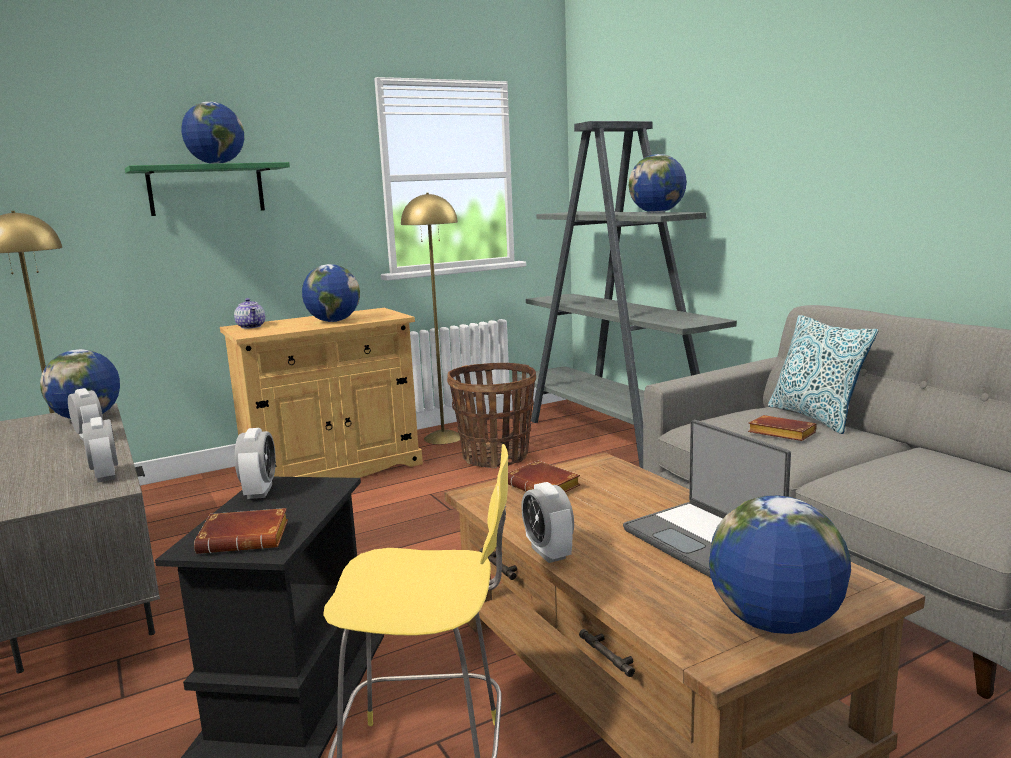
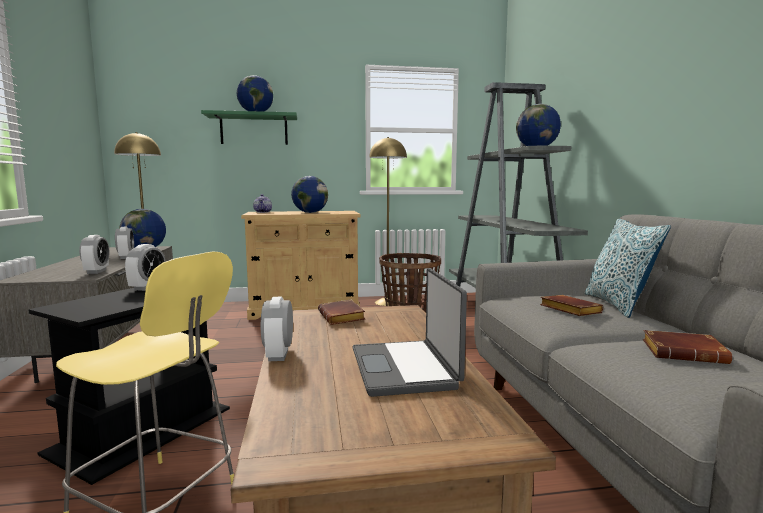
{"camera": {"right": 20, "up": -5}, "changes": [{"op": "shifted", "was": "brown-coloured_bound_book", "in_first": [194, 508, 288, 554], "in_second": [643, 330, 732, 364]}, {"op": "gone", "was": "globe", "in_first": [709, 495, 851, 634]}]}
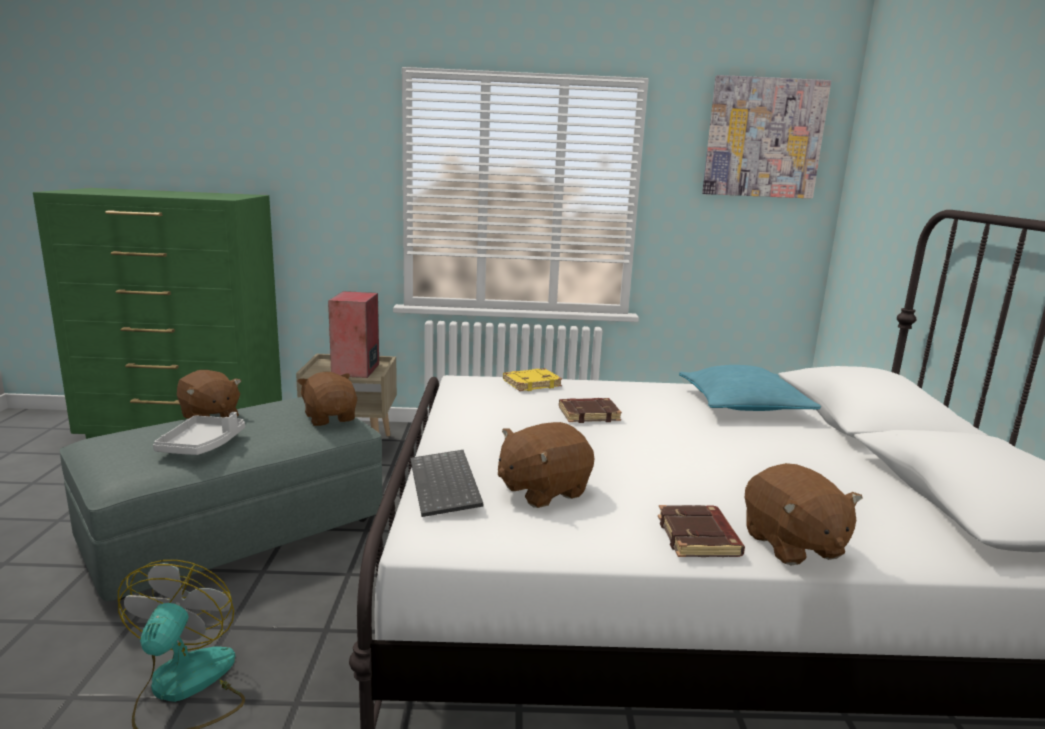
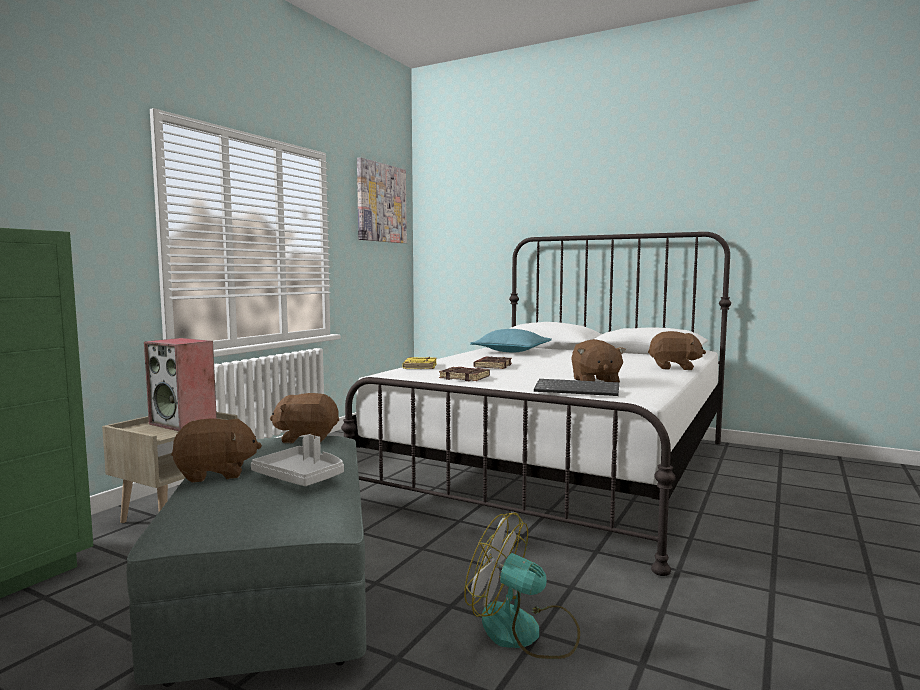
{"camera": {"right": -60, "up": -10}, "changes": [{"op": "shifted", "was": "brown-coloured_bound_book", "in_first": [658, 505, 745, 557], "in_second": [439, 367, 490, 381]}]}
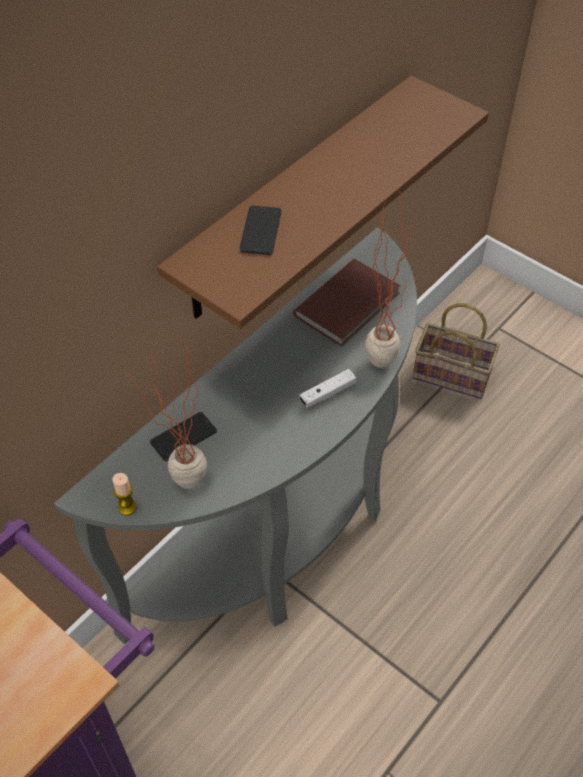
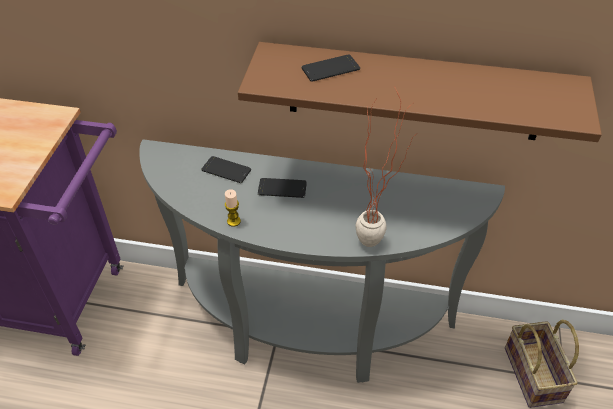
{"camera": {"right": 60, "up": -5}, "changes": [{"op": "shifted", "was": "wax_candle", "in_first": [112, 473, 137, 516], "in_second": [225, 189, 241, 227]}, {"op": "new", "now": "handset", "in_second": [258, 178, 307, 198]}, {"op": "gone", "was": "potted_plant", "in_first": [128, 337, 207, 489]}, {"op": "gone", "was": "brown-coloured_bound_book", "in_first": [293, 259, 401, 347]}, {"op": "gone", "was": "white-coloured_gamepad", "in_first": [299, 369, 356, 408]}]}
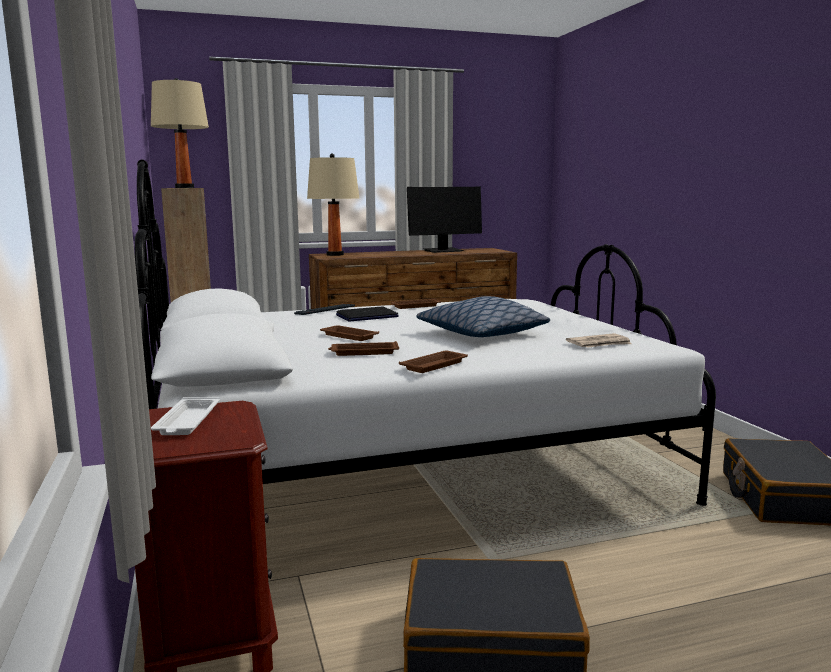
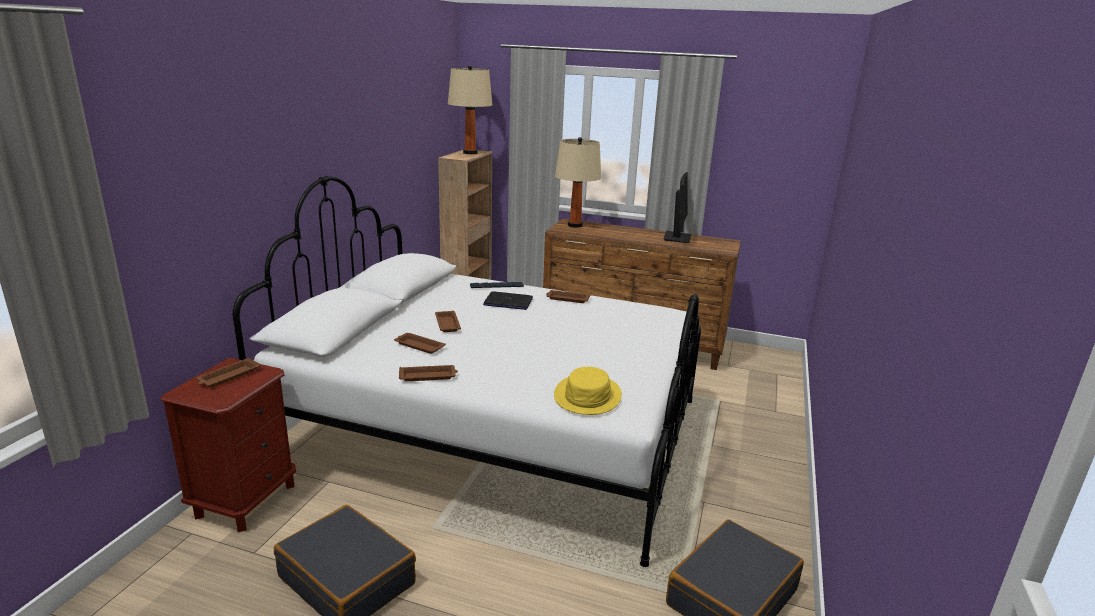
{"camera": {"right": 35, "up": 10}, "changes": [{"op": "repainted", "was": "white-coloured_carrying_tray", "now": "brown-coloured_carrying_tray", "in_first": [151, 397, 220, 435], "in_second": [196, 358, 261, 387]}, {"op": "swapped", "was": "newspaper", "now": "yellow-coloured_hat", "in_first": [566, 333, 632, 348], "in_second": [554, 367, 622, 415]}, {"op": "rotated", "was": "computer_screen", "in_first": [407, 187, 482, 253], "in_second": [663, 172, 691, 243], "clockwise": -90}, {"op": "gone", "was": "throw_pillow", "in_first": [416, 296, 550, 337]}]}
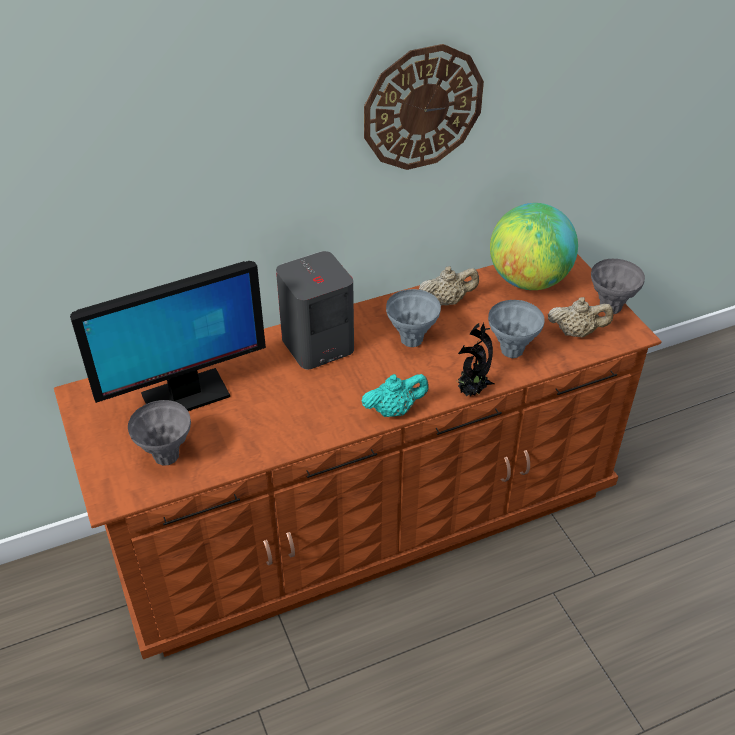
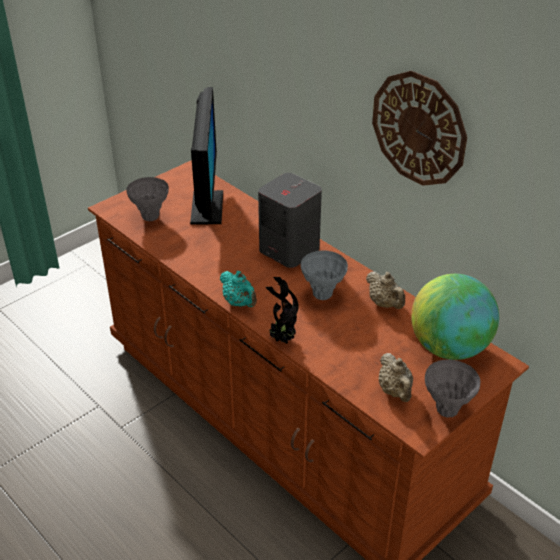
{"camera": {"right": 70, "up": -5}, "changes": [{"op": "rotated", "was": "computer_screen", "in_first": [70, 261, 266, 411], "in_second": [190, 87, 223, 225], "clockwise": -135}, {"op": "gone", "was": "gray_decorative_vase", "in_first": [488, 300, 545, 358]}]}
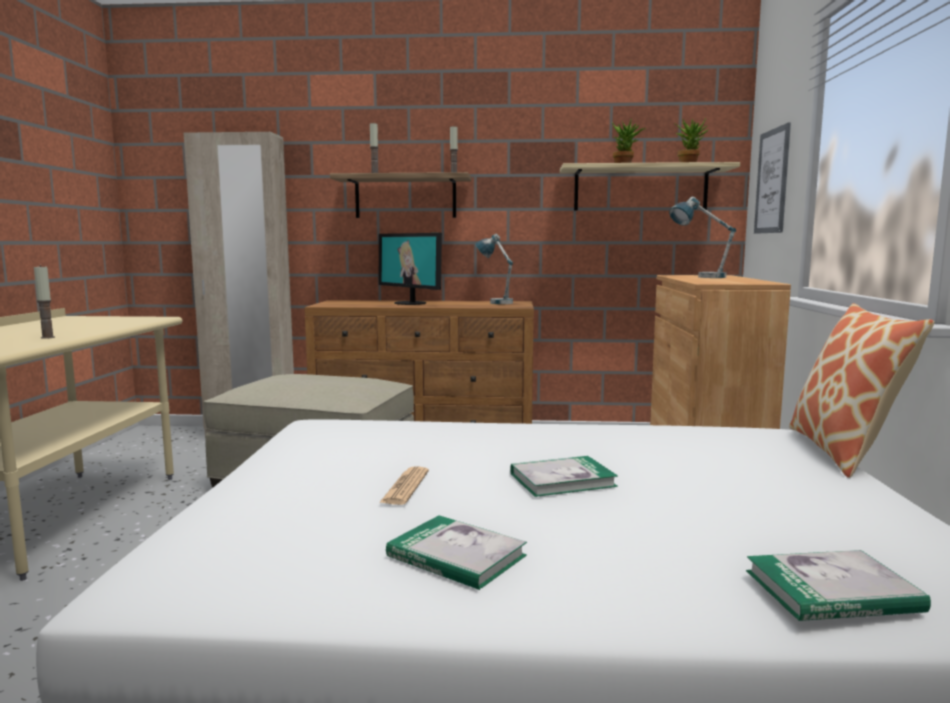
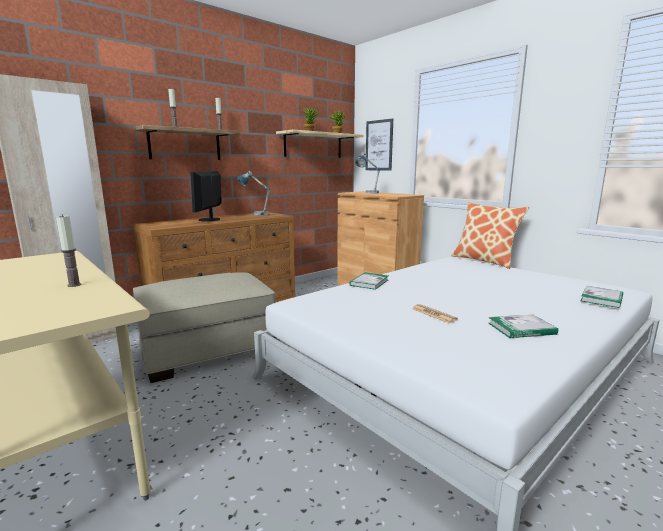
{"camera": {"right": -45, "up": 5}, "changes": [{"op": "rotated", "was": "computer_screen", "in_first": [379, 233, 442, 305], "in_second": [190, 171, 222, 221], "clockwise": 90}, {"op": "shifted", "was": "bound_book", "in_first": [510, 456, 618, 497], "in_second": [349, 272, 388, 290]}]}
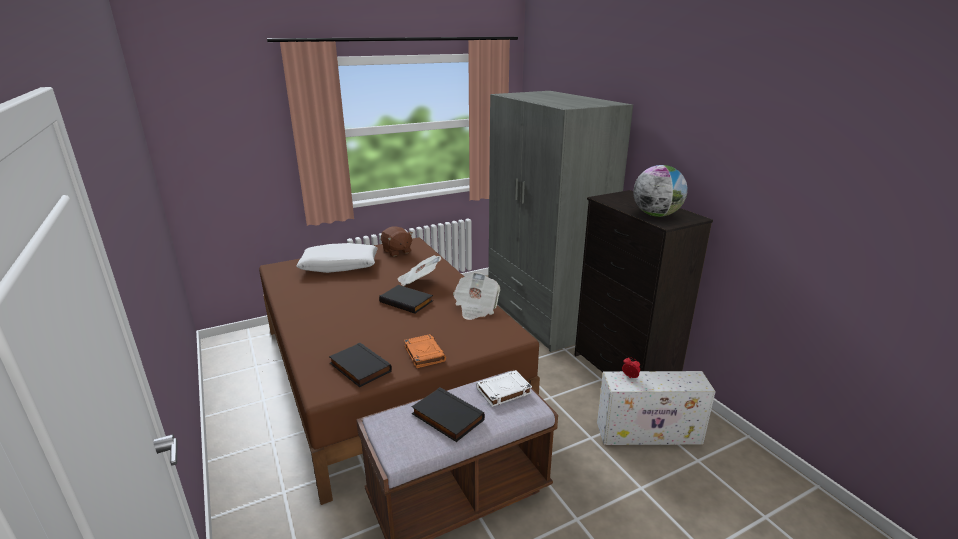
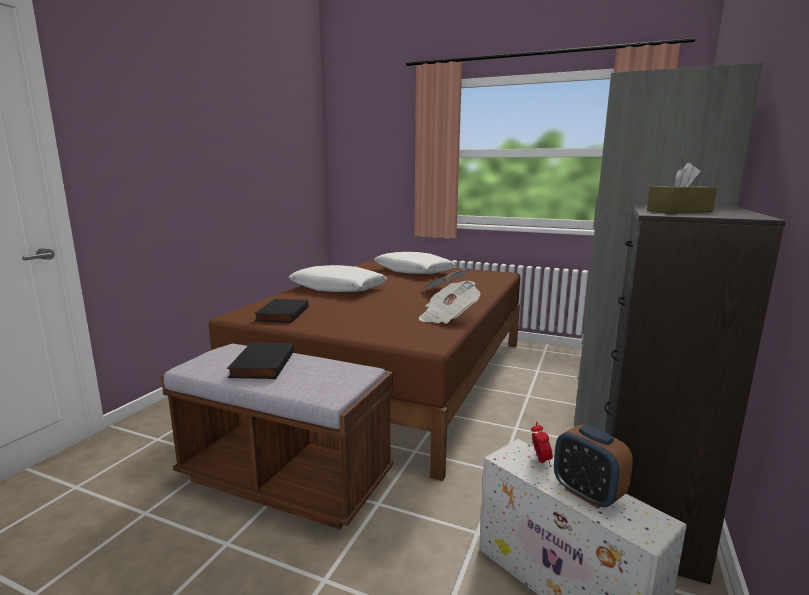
{"camera": {"right": 50, "up": -10}, "changes": [{"op": "new", "now": "white-coloured_throw_pillow", "in_second": [289, 265, 387, 292]}, {"op": "new", "now": "bedside_clock", "in_second": [554, 424, 633, 509]}, {"op": "swapped", "was": "globe", "now": "brown-coloured_tissue_holder", "in_first": [633, 165, 688, 217], "in_second": [647, 162, 717, 213]}, {"op": "gone", "was": "black-coloured_bound_book", "in_first": [379, 285, 433, 313]}, {"op": "gone", "was": "brown-coloured_cuddly_toy", "in_first": [381, 226, 413, 257]}, {"op": "gone", "was": "orange_bound_book", "in_first": [404, 334, 446, 368]}, {"op": "gone", "was": "white-coloured_bound_book", "in_first": [476, 370, 532, 407]}]}
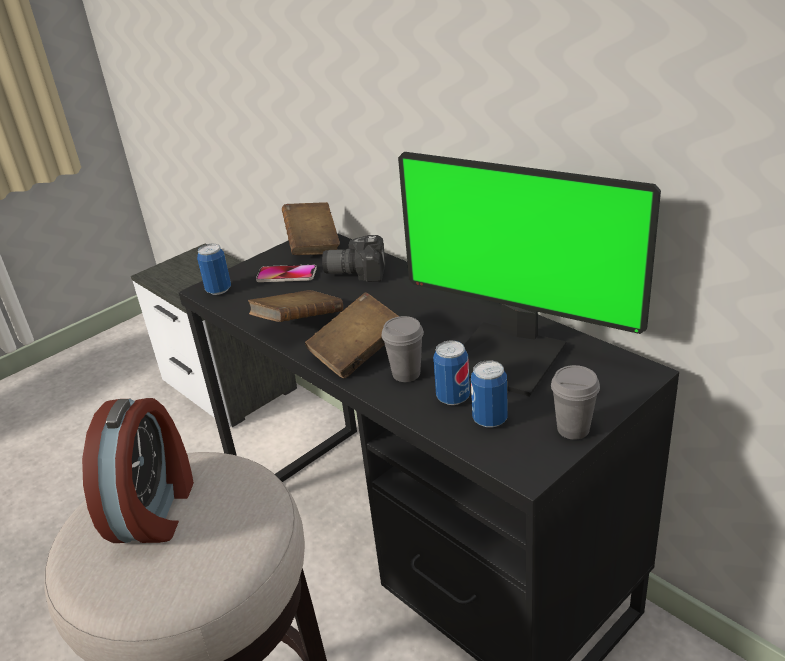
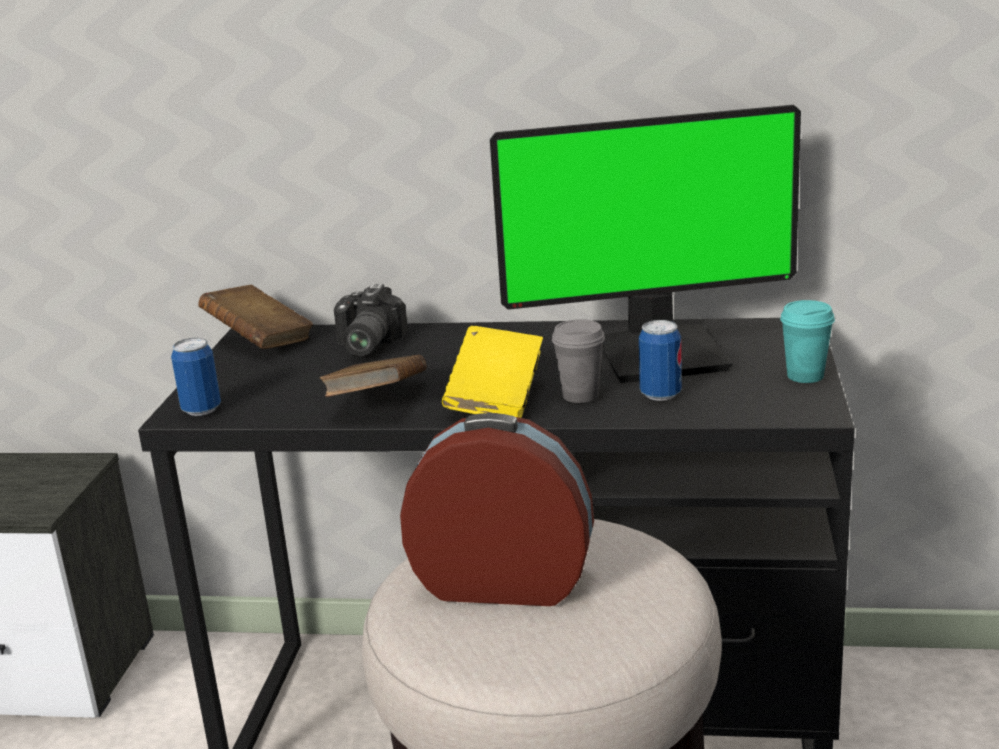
{"camera": {"right": -40, "up": -10}, "changes": [{"op": "rotated", "was": "still_camera", "in_first": [322, 235, 386, 282], "in_second": [334, 284, 408, 356], "clockwise": -45}, {"op": "rotated", "was": "bedside_clock", "in_first": [82, 398, 194, 543], "in_second": [400, 413, 594, 606], "clockwise": -45}, {"op": "repainted", "was": "brown-coloured_bound_book", "now": "yellow-coloured_bound_book", "in_first": [305, 292, 399, 379], "in_second": [442, 326, 543, 418]}, {"op": "repainted", "was": "gray_cup", "now": "turquoise_cup", "in_first": [551, 365, 600, 440], "in_second": [780, 300, 835, 383]}, {"op": "gone", "was": "handset", "in_first": [256, 264, 317, 282]}, {"op": "gone", "was": "metal_can", "in_first": [471, 360, 508, 428]}]}
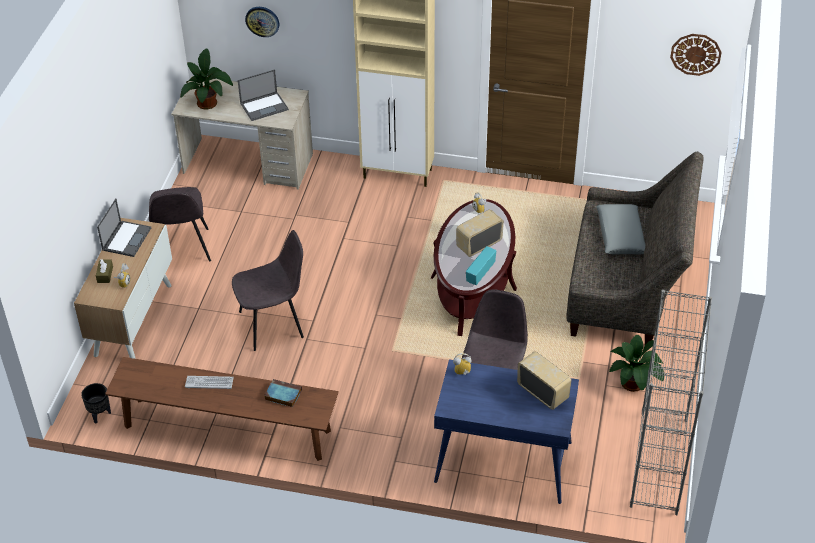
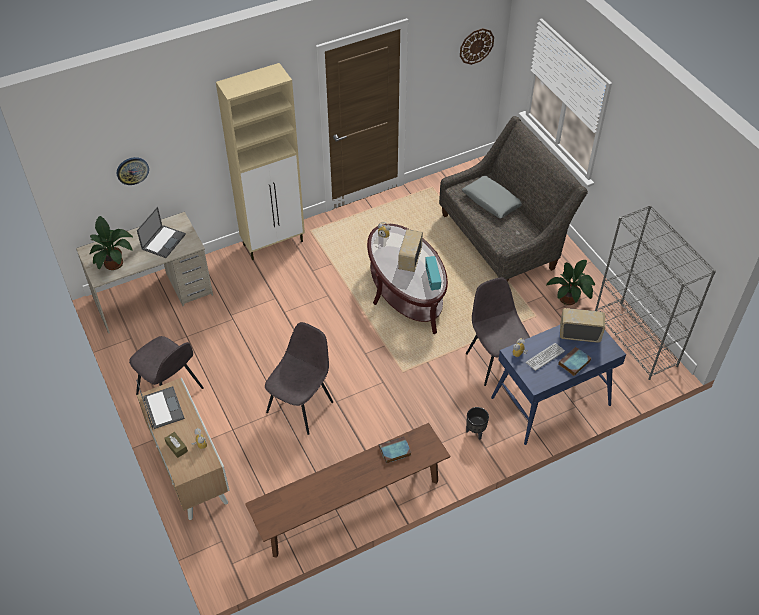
{"camera": {"right": -40, "up": 5}, "changes": [{"op": "shifted", "was": "black-coloured_plant_pot", "in_first": [81, 383, 111, 424], "in_second": [466, 407, 489, 440]}, {"op": "shifted", "was": "computer_keyboard", "in_first": [185, 376, 234, 389], "in_second": [526, 343, 565, 371]}, {"op": "new", "now": "bound_book", "in_second": [558, 347, 591, 376]}]}
